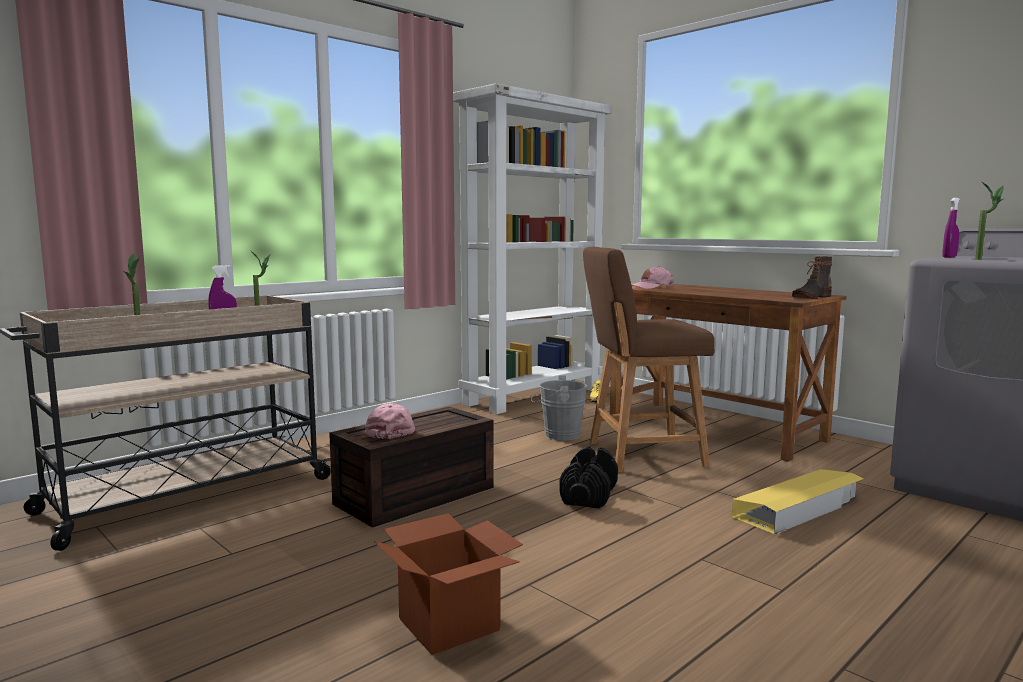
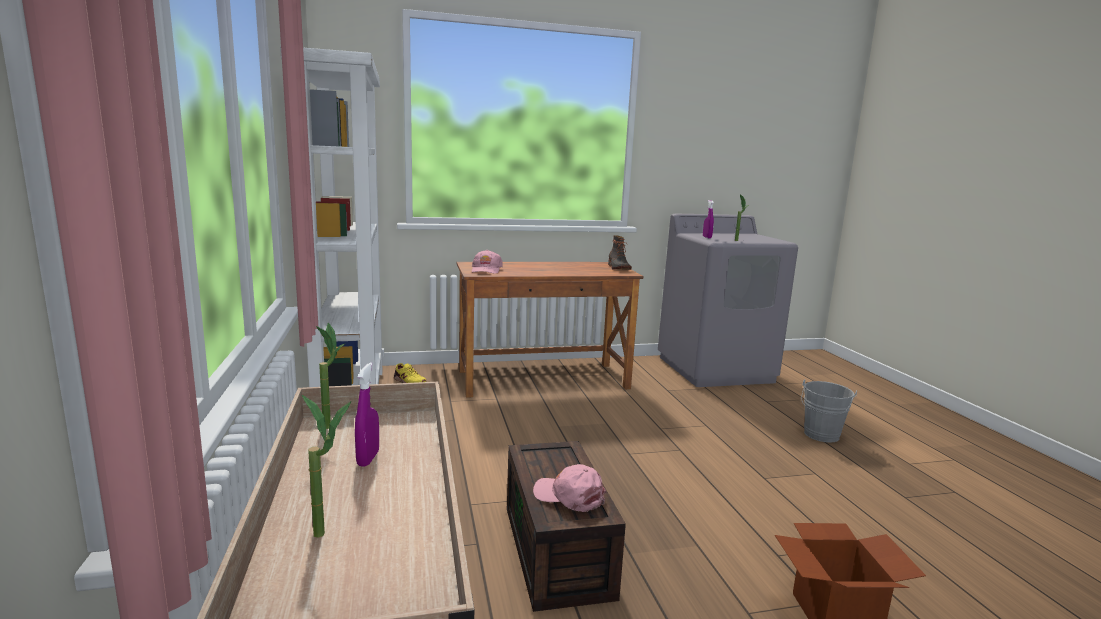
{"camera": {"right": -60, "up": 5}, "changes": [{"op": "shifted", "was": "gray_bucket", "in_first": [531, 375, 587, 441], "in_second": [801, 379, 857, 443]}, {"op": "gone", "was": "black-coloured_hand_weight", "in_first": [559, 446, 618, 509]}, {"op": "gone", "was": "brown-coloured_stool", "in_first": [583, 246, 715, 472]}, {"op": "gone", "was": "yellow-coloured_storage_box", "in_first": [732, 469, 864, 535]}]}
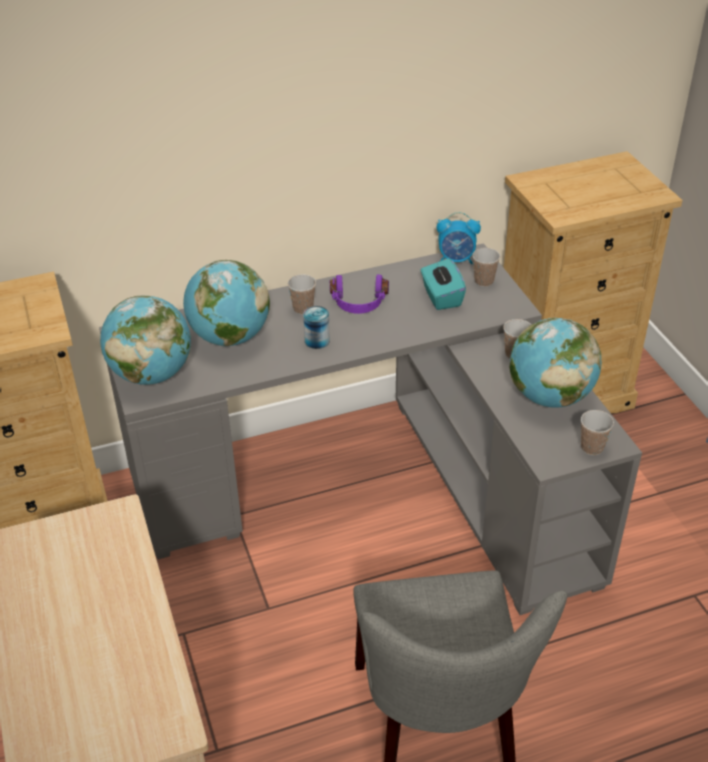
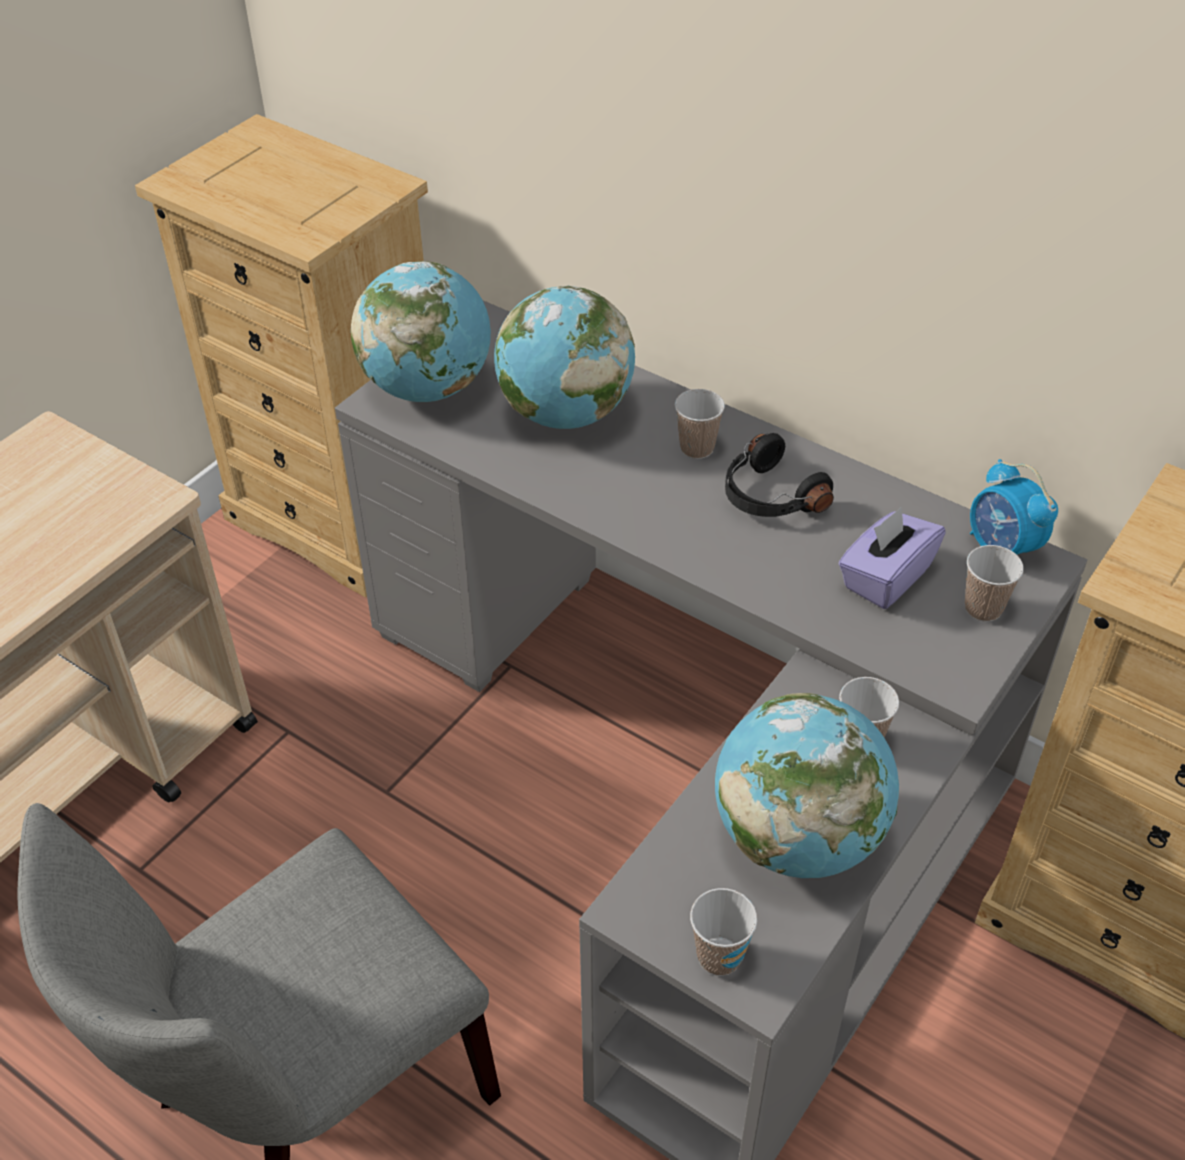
{"camera": {"right": 55, "up": 5}, "changes": [{"op": "repainted", "was": "purplish_headset", "now": "black-coloured_headset", "in_first": [330, 274, 389, 314], "in_second": [725, 433, 834, 517]}, {"op": "repainted", "was": "turquoise_tissue_holder", "now": "purplish_tissue_holder", "in_first": [421, 258, 466, 310], "in_second": [838, 506, 946, 609]}, {"op": "gone", "was": "metal_can", "in_first": [303, 306, 330, 349]}]}
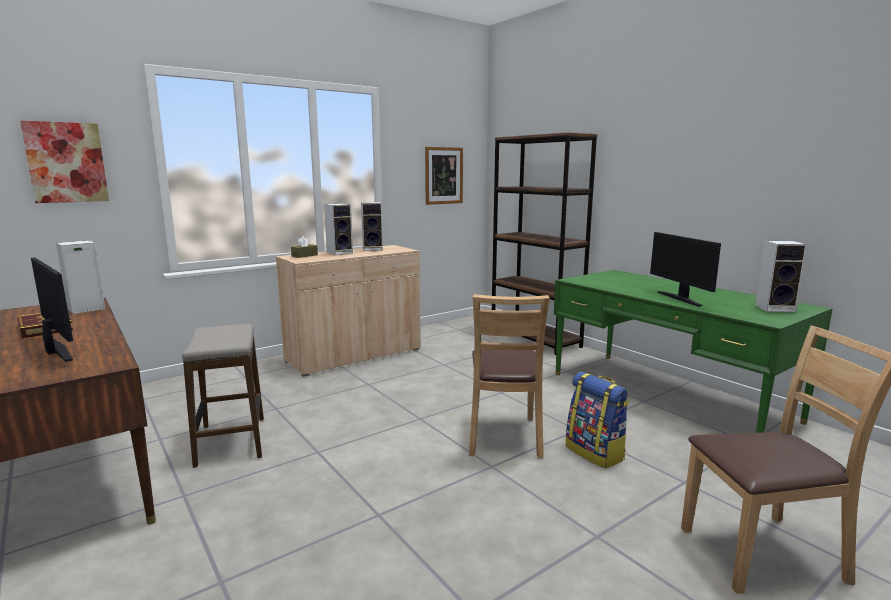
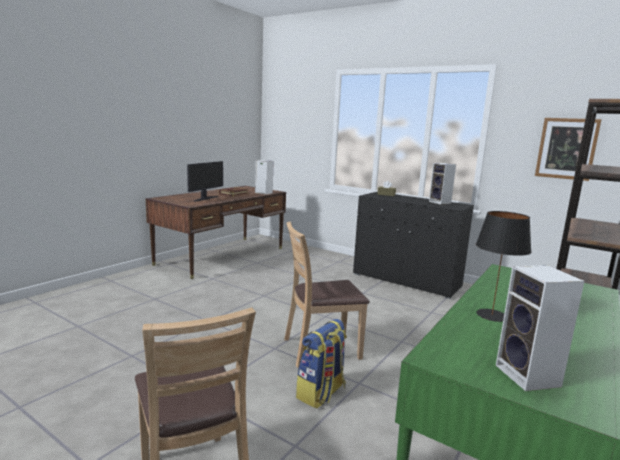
{"camera": {"right": 70, "up": 0}, "changes": [{"op": "repainted", "was": "beige_cabinet", "now": "black-coloured_cabinet", "in_first": [276, 245, 421, 377], "in_second": [353, 192, 474, 299]}, {"op": "swapped", "was": "computer_screen", "now": "black-coloured_table_lamp", "in_first": [650, 232, 721, 307], "in_second": [476, 211, 532, 322]}, {"op": "gone", "was": "wall_picture", "in_first": [20, 120, 109, 203]}, {"op": "gone", "was": "stool", "in_first": [182, 324, 264, 468]}, {"op": "gone", "was": "speaker", "in_first": [324, 203, 353, 255]}]}
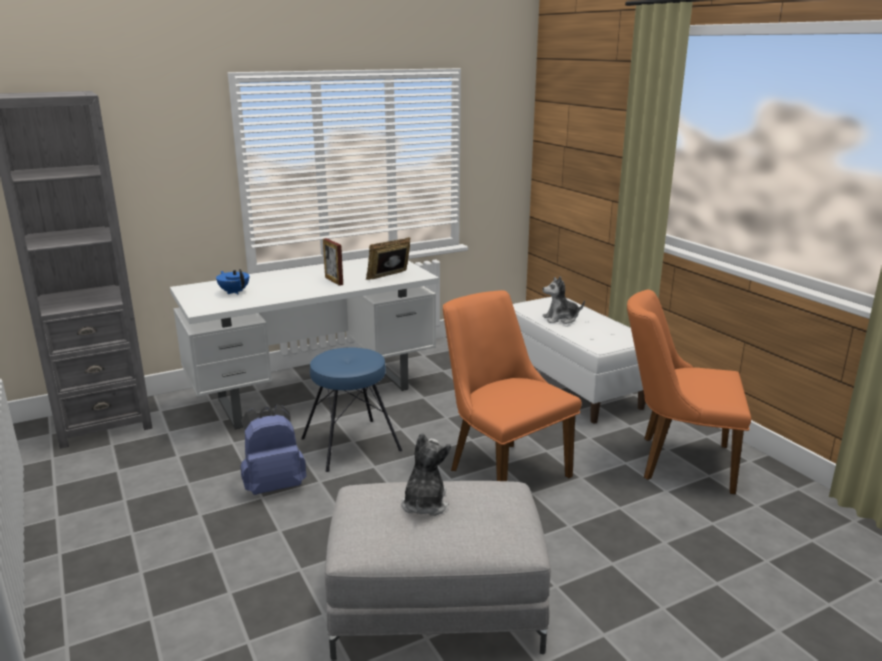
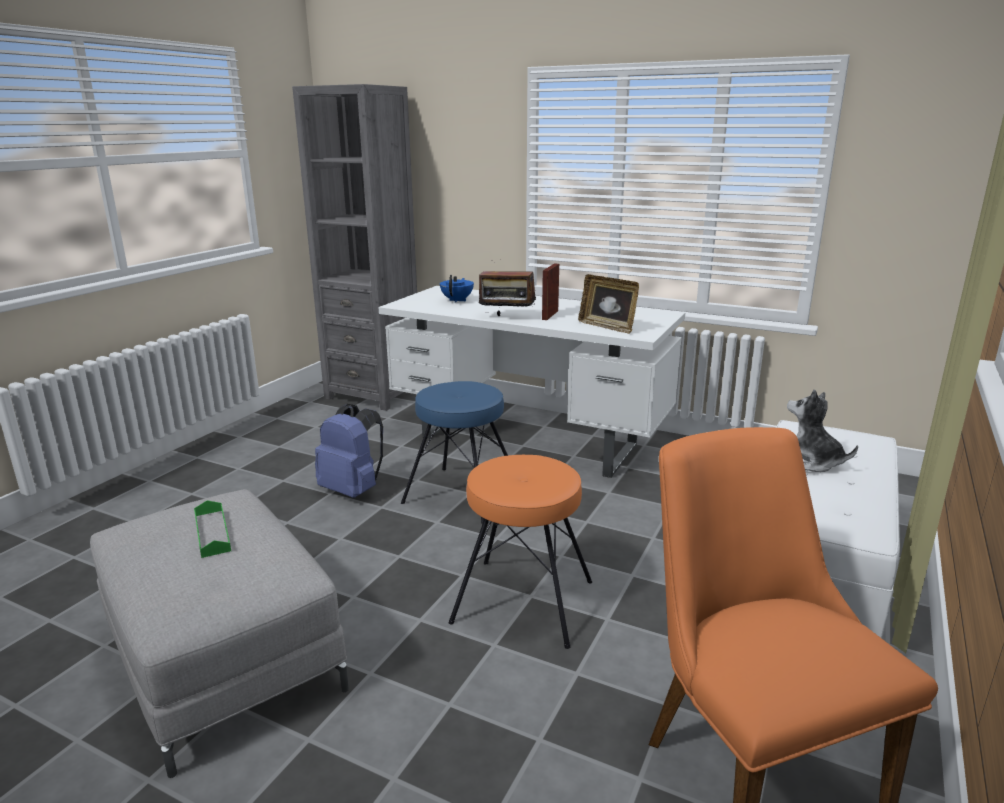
{"camera": {"right": 55, "up": 0}, "changes": [{"op": "swapped", "was": "cuddly_toy", "now": "greenish_carrying_tray", "in_first": [401, 433, 451, 516], "in_second": [194, 500, 231, 558]}, {"op": "swapped", "was": "orange_upright_chair", "now": "orange_stool", "in_first": [443, 290, 582, 481], "in_second": [449, 455, 592, 649]}, {"op": "new", "now": "radio_receiver", "in_second": [479, 260, 536, 316]}, {"op": "rotated", "was": "standing_frame", "in_first": [366, 237, 410, 280], "in_second": [578, 274, 639, 334], "clockwise": -150}]}
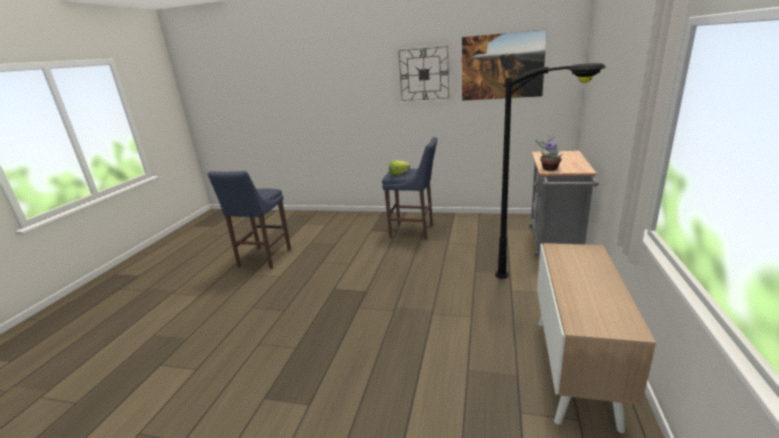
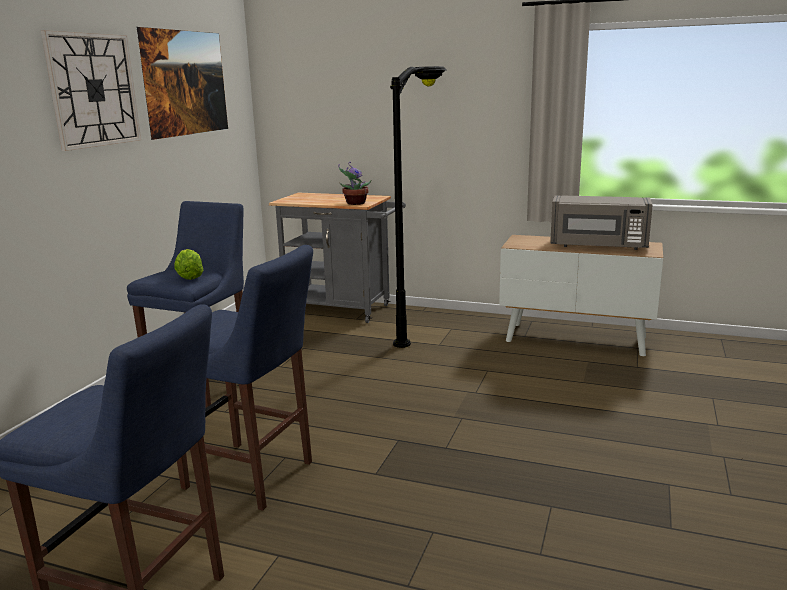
{"camera": {"right": -85, "up": -5}, "changes": [{"op": "new", "now": "blue_stool", "in_second": [177, 245, 313, 511]}, {"op": "new", "now": "gray_microwave_oven", "in_second": [550, 195, 653, 250]}]}
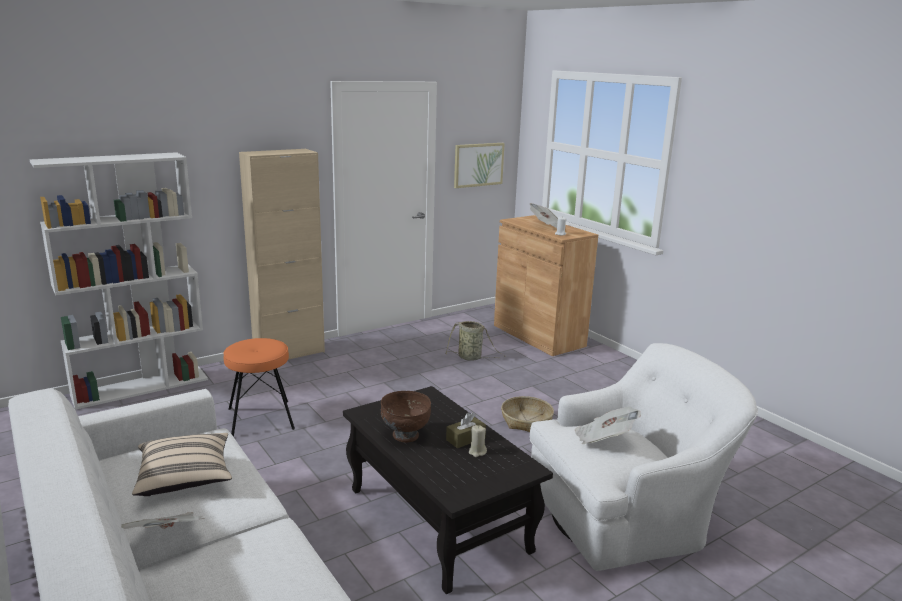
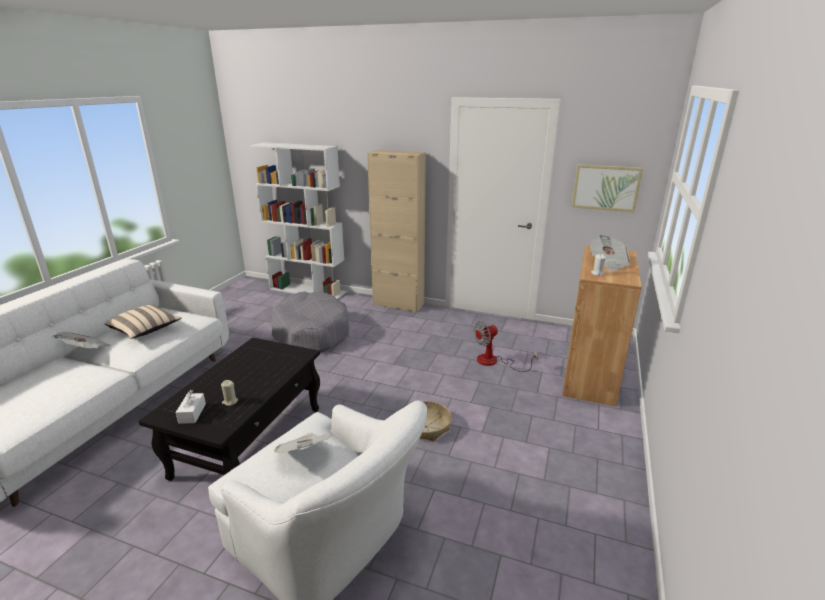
{"camera": {"right": 55, "up": 5}, "changes": [{"op": "new", "now": "white-coloured_tissue_holder", "in_second": [175, 390, 206, 424]}, {"op": "swapped", "was": "orange_stool", "now": "gray_dog_cushion", "in_first": [224, 338, 295, 437], "in_second": [271, 292, 349, 353]}, {"op": "swapped", "was": "household_basket", "now": "fan", "in_first": [446, 321, 506, 361], "in_second": [474, 321, 538, 372]}, {"op": "gone", "was": "brown-coloured_bowl", "in_first": [381, 391, 431, 443]}, {"op": "gone", "was": "brown-coloured_tissue_holder", "in_first": [446, 412, 486, 448]}]}
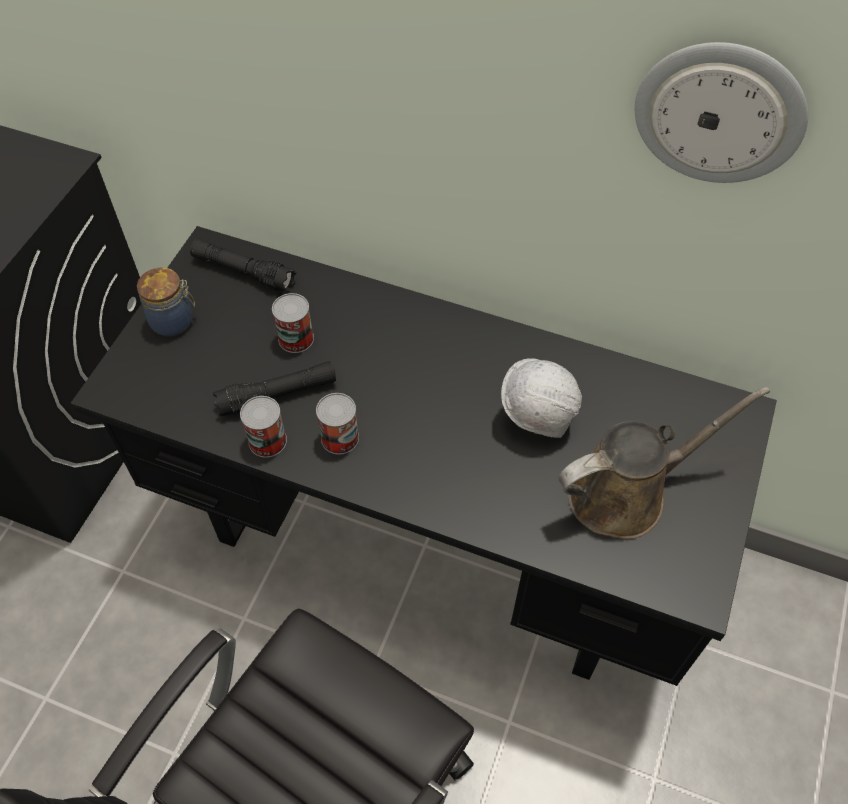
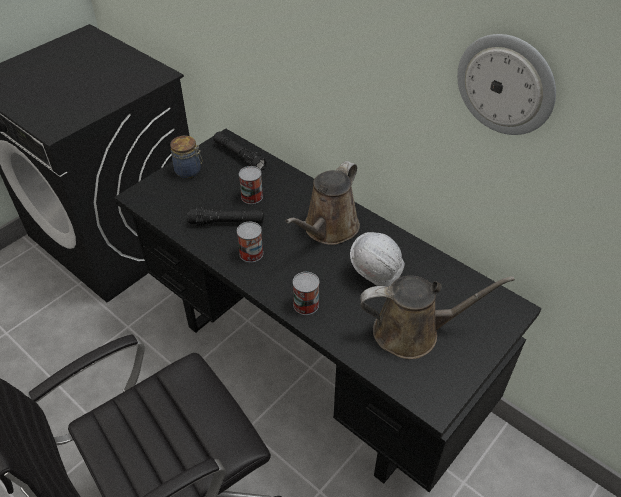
{"camera": {"right": 20, "up": -10}, "changes": [{"op": "new", "now": "brown-coloured_sprinkling_can", "in_second": [286, 161, 360, 245]}, {"op": "shifted", "was": "metal_can", "in_first": [240, 396, 287, 458], "in_second": [293, 272, 319, 315]}]}
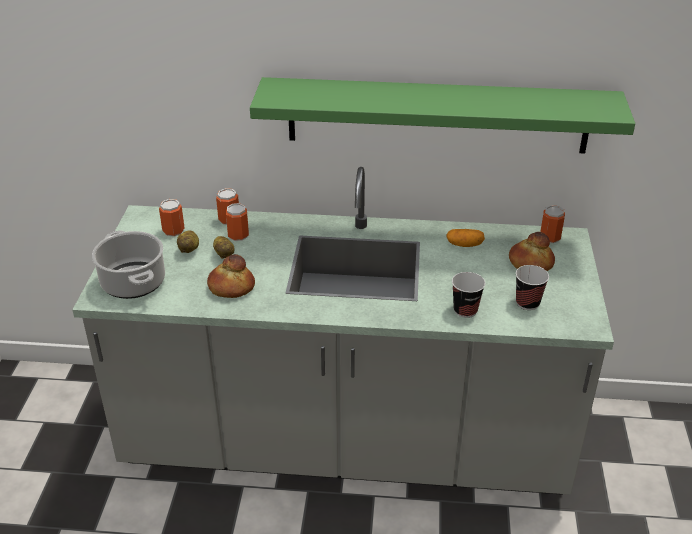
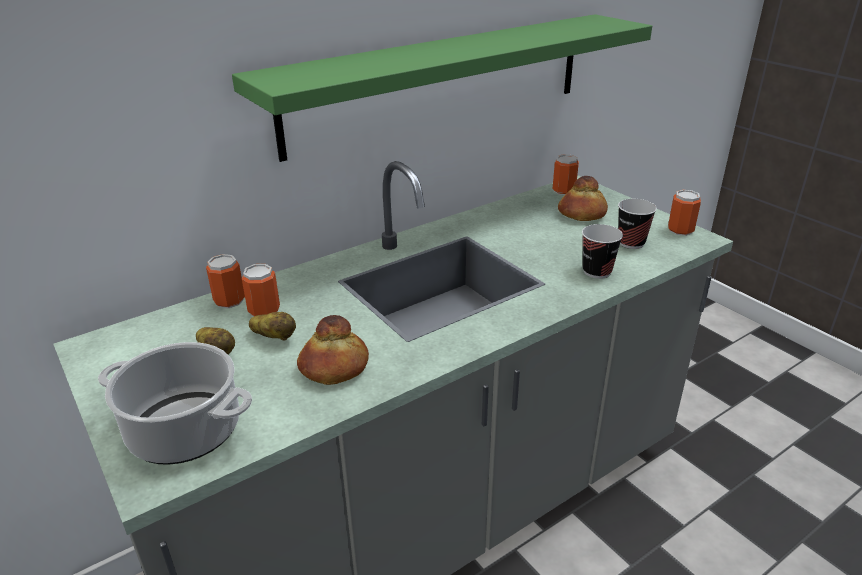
{"camera": {"right": -40, "up": -5}, "changes": [{"op": "shifted", "was": "metal_can", "in_first": [159, 199, 185, 237], "in_second": [668, 190, 701, 236]}, {"op": "gone", "was": "potato", "in_first": [446, 229, 485, 247]}]}
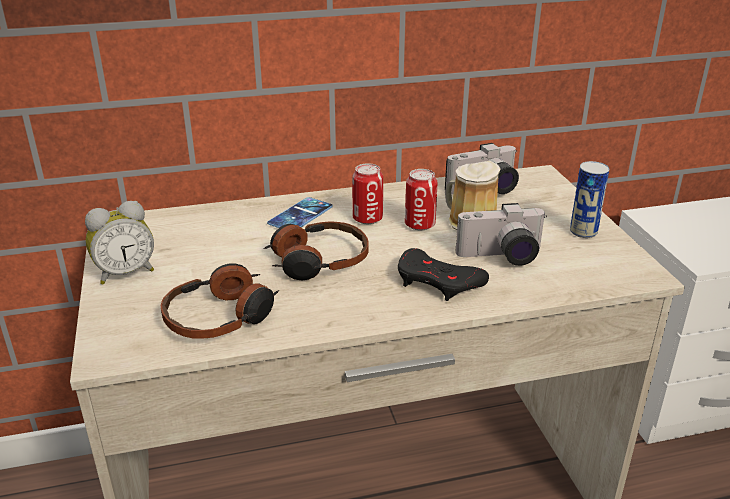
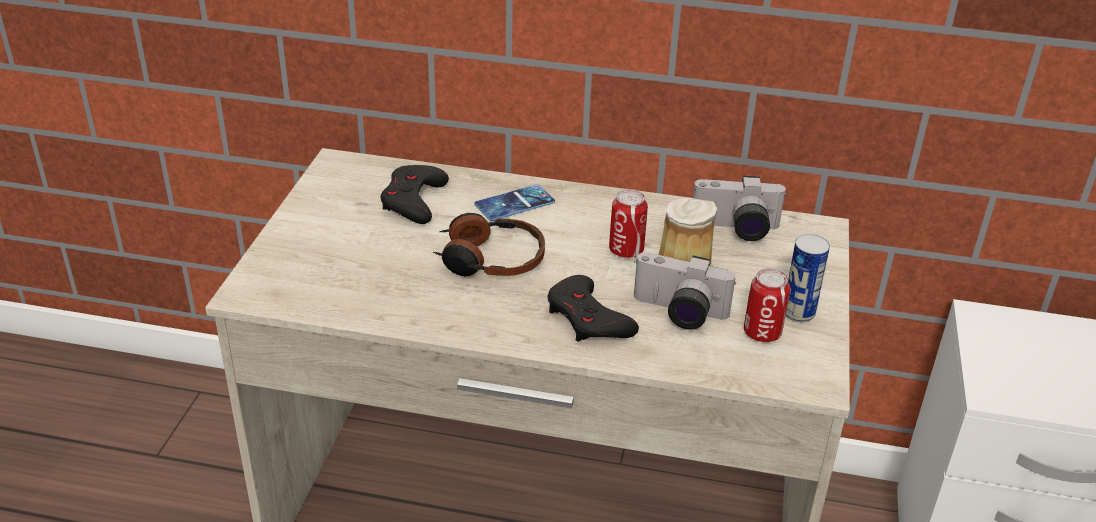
{"camera": {"right": 25, "up": 5}, "changes": [{"op": "new", "now": "black-coloured_gamepad", "in_second": [381, 165, 449, 224]}, {"op": "shifted", "was": "metal_can", "in_first": [352, 163, 383, 224], "in_second": [744, 268, 790, 342]}, {"op": "gone", "was": "bedside_clock", "in_first": [85, 201, 154, 285]}, {"op": "gone", "was": "headset", "in_first": [161, 263, 279, 339]}]}
